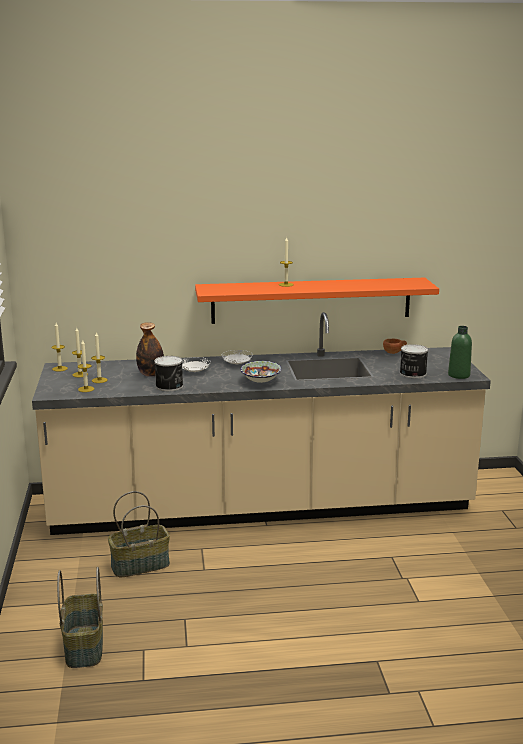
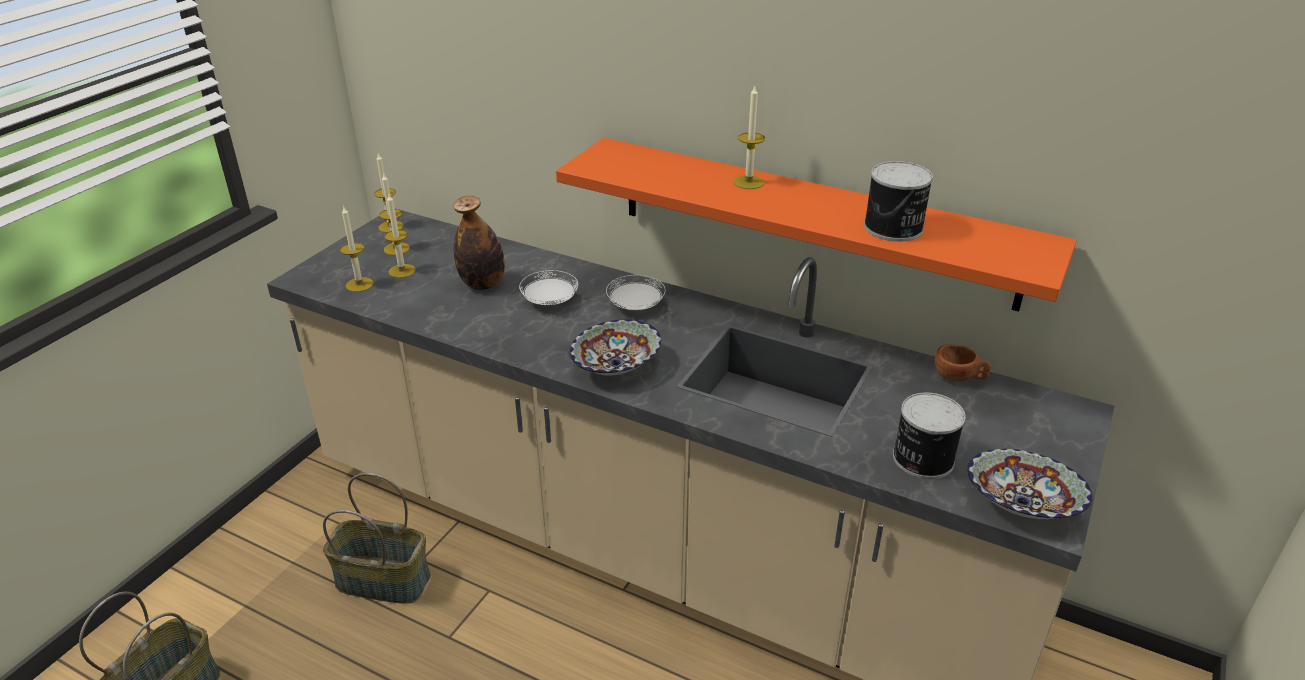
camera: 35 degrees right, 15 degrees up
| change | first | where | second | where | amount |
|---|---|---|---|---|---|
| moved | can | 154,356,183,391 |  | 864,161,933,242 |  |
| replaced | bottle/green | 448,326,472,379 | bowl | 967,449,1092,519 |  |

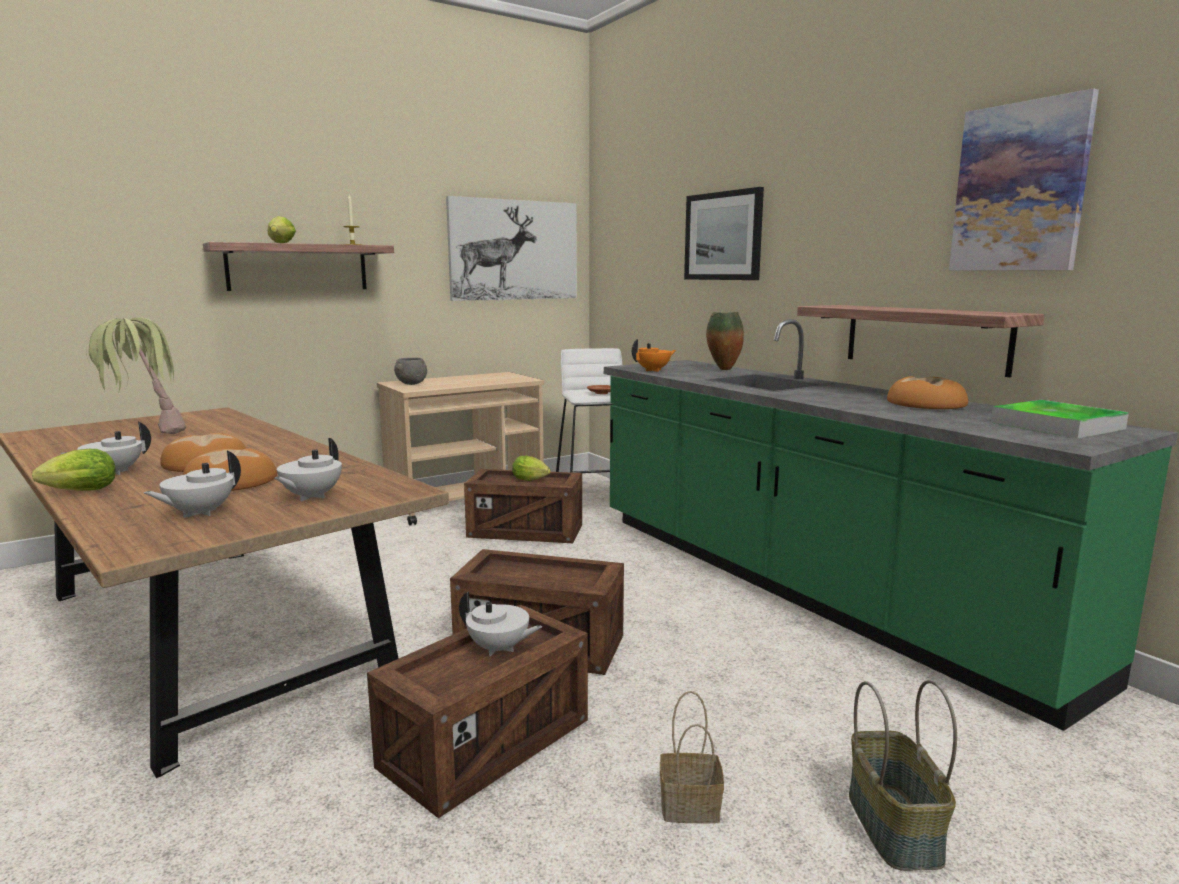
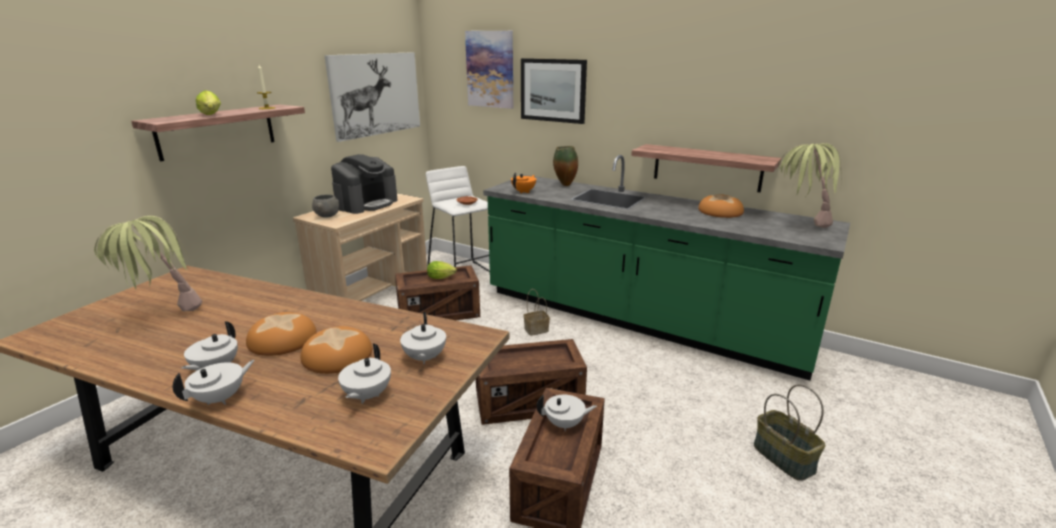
camera: 25 degrees left, 10 degrees up
| change | first | where | second | where | amount |
|---|---|---|---|---|---|
| replaced | lettuce | 32,449,116,491 | teapot/white | 173,360,255,405 |  |
| added |  |  | coffee machine | 331,154,398,214 |  |
| moved | picture | 949,88,1099,271 |  | 465,31,513,109 |  |
| moved | basket | 660,691,724,824 |  | 524,289,550,336 |  |
| replaced | tray | 991,400,1129,439 | potted plant | 779,143,842,228 |  |

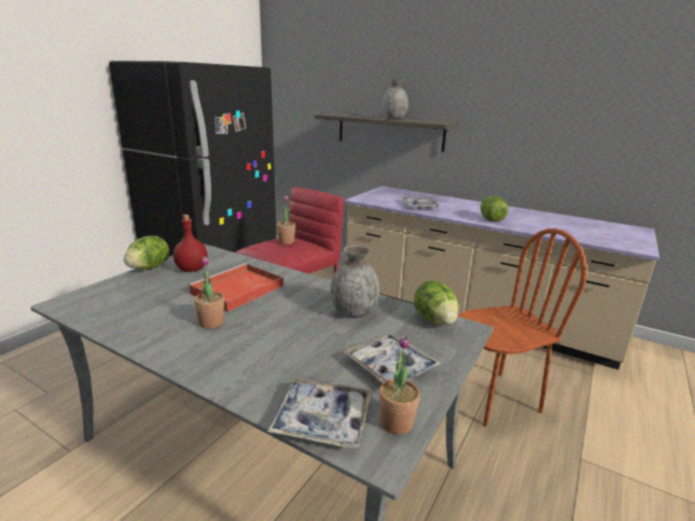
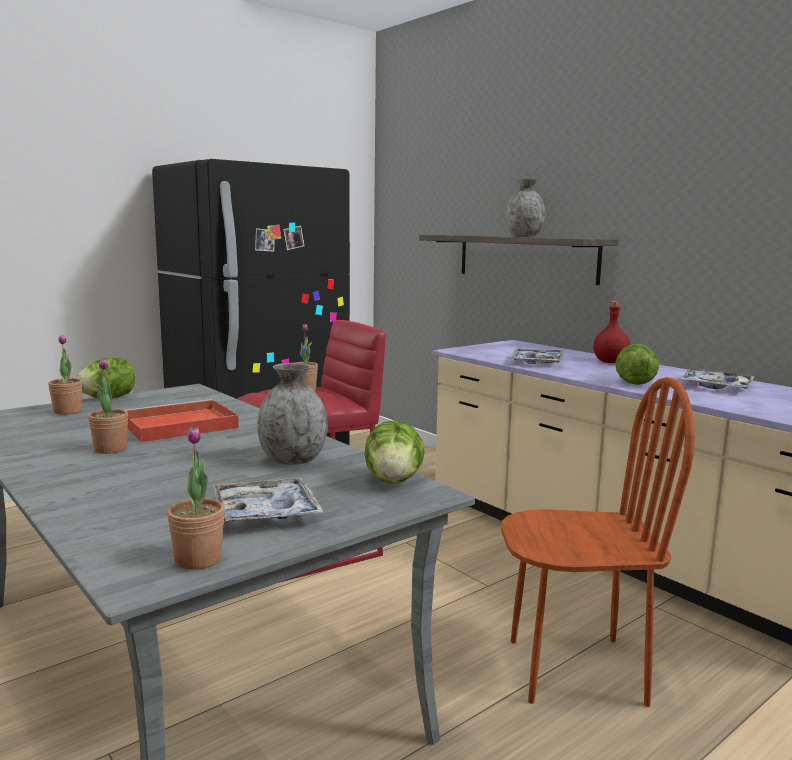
camera: 20 degrees right, 10 degrees down
| change | first | where | second | where | amount |
|---|---|---|---|---|---|
| added |  |  | potted plant | 48,335,82,415 |  |
| moved | bottle/red | 173,215,208,272 |  | 593,301,630,363 |  |
| moved | tray | 267,378,372,449 |  | 680,369,755,389 |  |

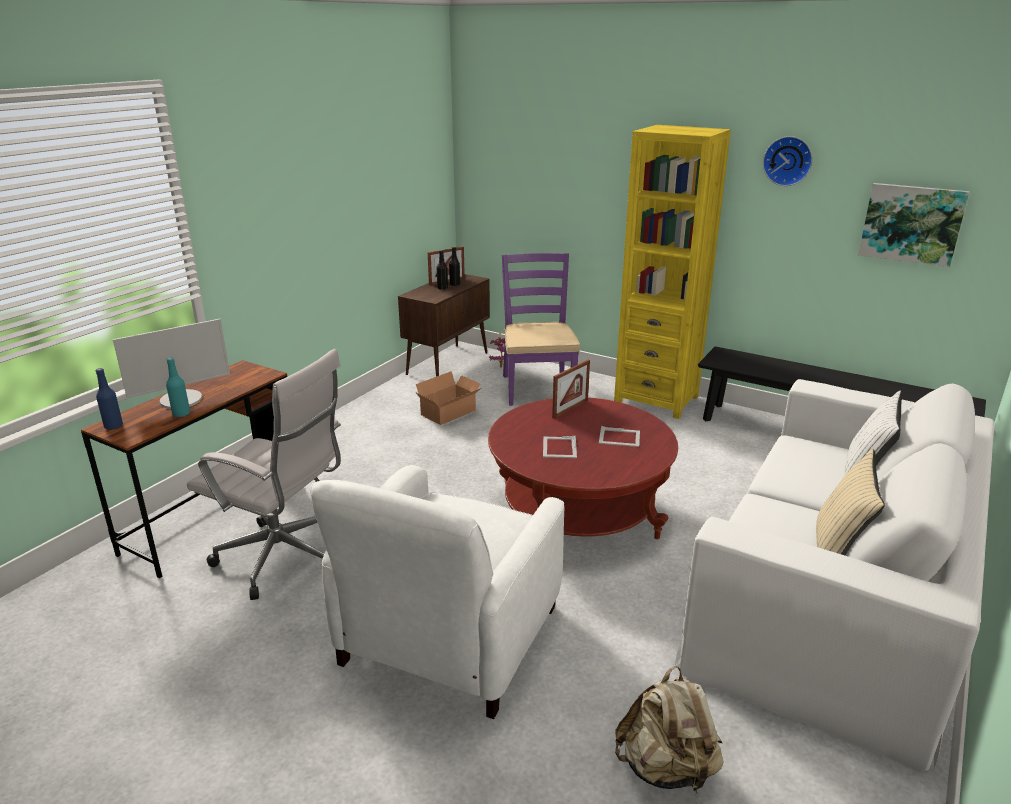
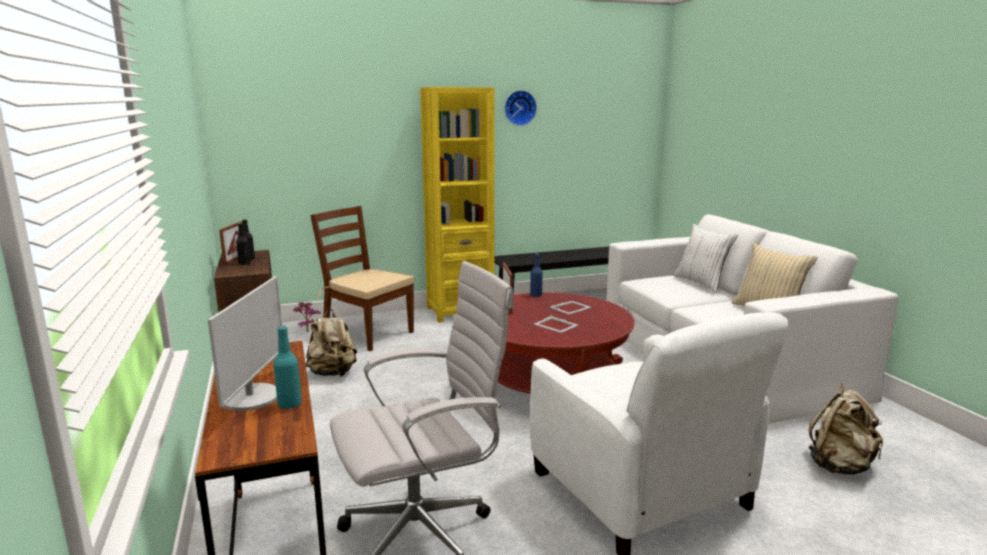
camera: 50 degrees left, 10 degrees down
| change | first | where | second | where | amount |
|---|---|---|---|---|---|
| replaced | cardboard box | 415,371,481,425 | backpack/beige | 305,309,357,377 |  |
| recoloured | chair/purple | 497,253,580,406 | chair/brown | 310,206,415,351 |  |
| moved | bottle/blue | 96,368,123,430 |  | 530,253,543,297 |  |
| removed | picture | 858,183,970,267 |  |  |  |

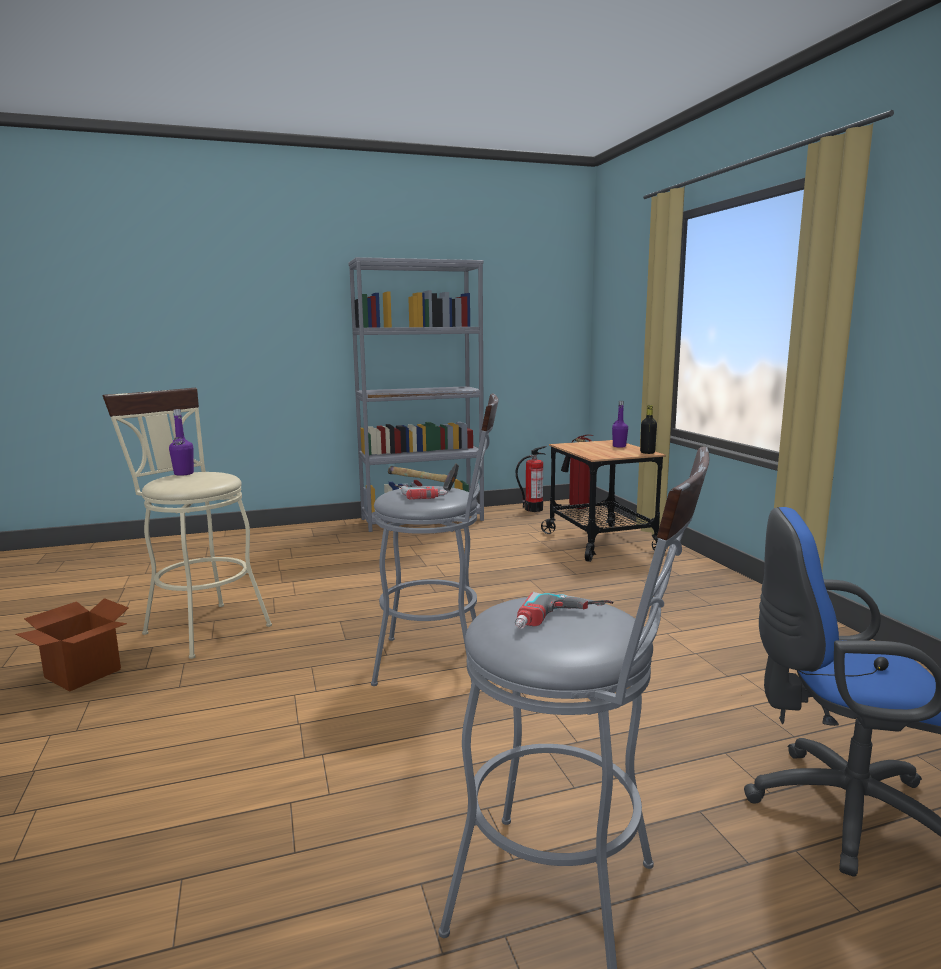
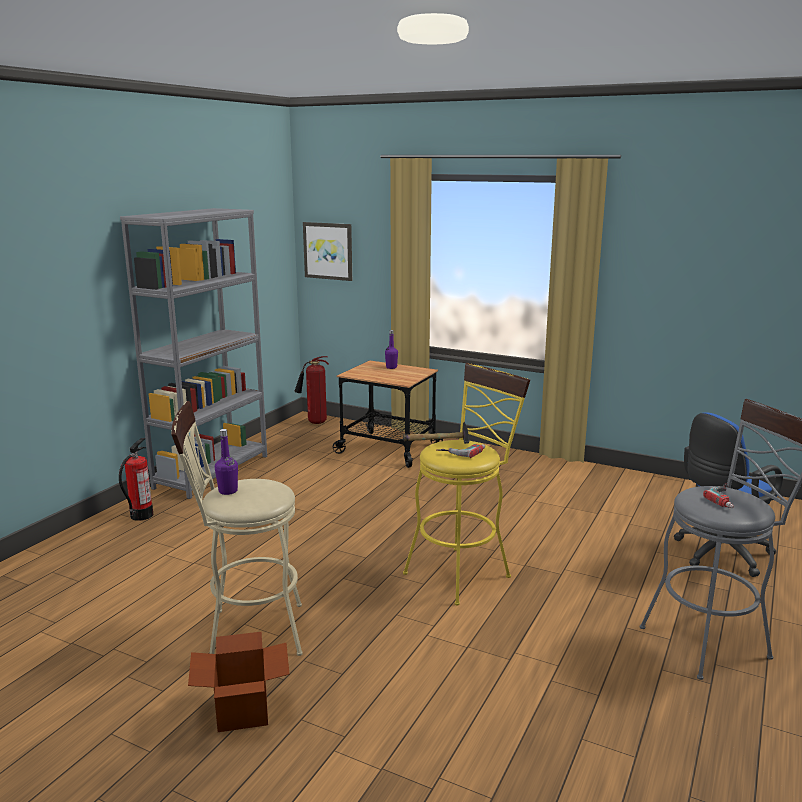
camera: 45 degrees left, 5 degrees up
| change | first | where | second | where | amount |
|---|---|---|---|---|---|
| moved | fire extinguisher | 515,446,546,512 |  | 119,438,153,521 |  |
| added |  |  | picture | 303,222,352,281 |  |
| recoloured | stool/grey | 371,393,499,686 | stool/yellow | 403,363,530,605 |  |
| removed | bottle/black | 640,405,657,454 |  |  |  |

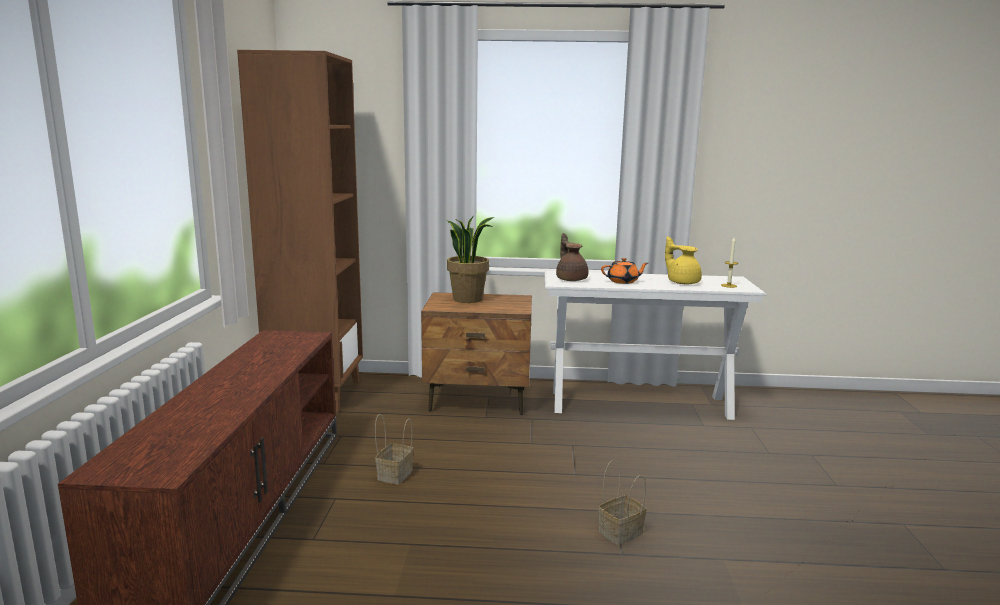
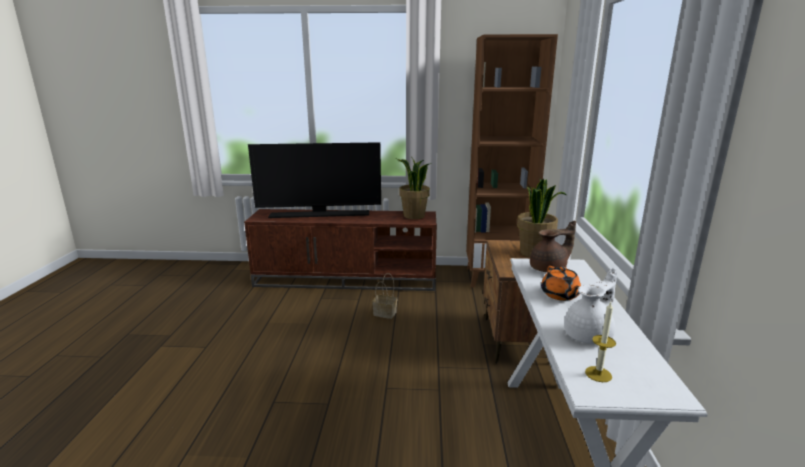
camera: 90 degrees right, 5 degrees up
| change | first | where | second | where | amount |
|---|---|---|---|---|---|
| added |  |  | television | 248,142,381,218 |  |
| added |  |  | potted plant | 397,157,430,219 |  |
| recoloured | teapot/yellow | 665,236,702,284 | teapot/white | 564,268,617,344 |  |
| removed | basket | 598,460,646,545 |  |  |  |

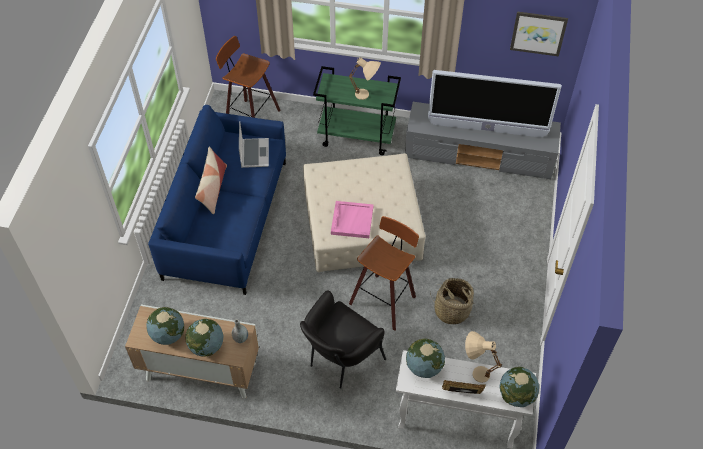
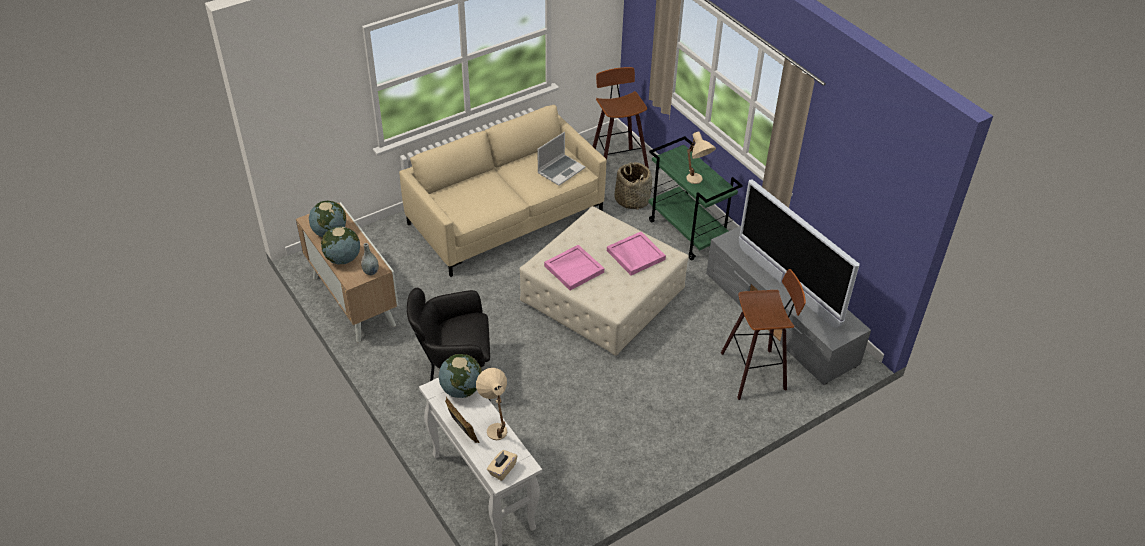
camera: 45 degrees right, 10 degrees down
| change | first | where | second | where | amount |
|---|---|---|---|---|---|
| recoloured | sofa/blue | 148,105,286,295 | sofa/beige | 399,105,606,277 |  |
| replaced | globe | 499,367,539,407 | tissue box/beige | 487,450,517,481 |  |
| added |  |  | tray/pink | 607,232,666,276 |  |
| moved | basket | 430,278,474,324 |  | 614,162,652,210 |  |
| moved | stool | 349,216,419,331 |  | 721,269,806,400 |  |
| removed | pillow | 195,147,227,214 |  |  |  |
| removed | picture | 510,11,568,56 |  |  |  |

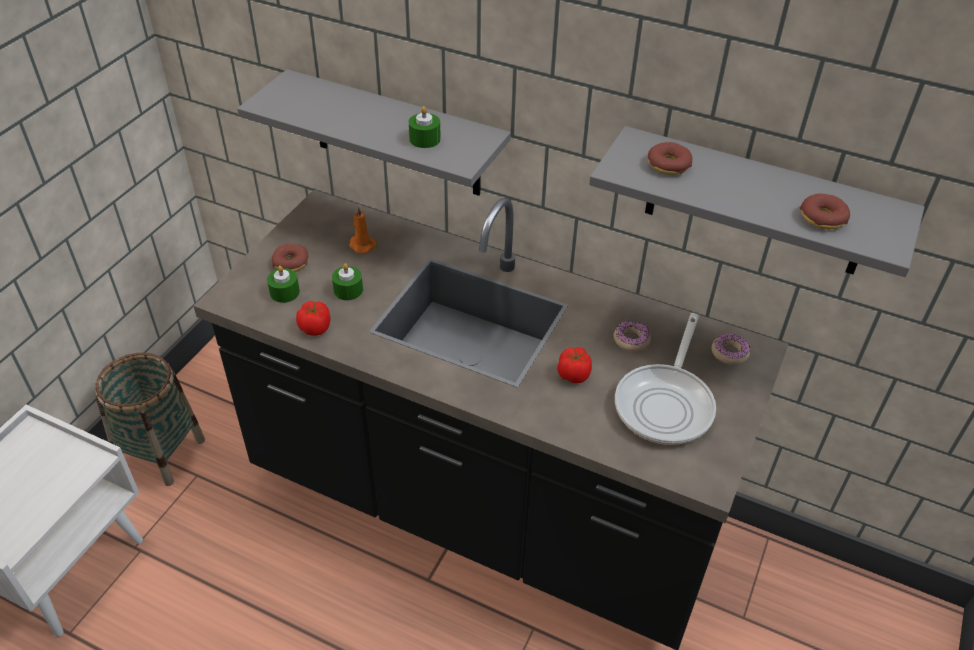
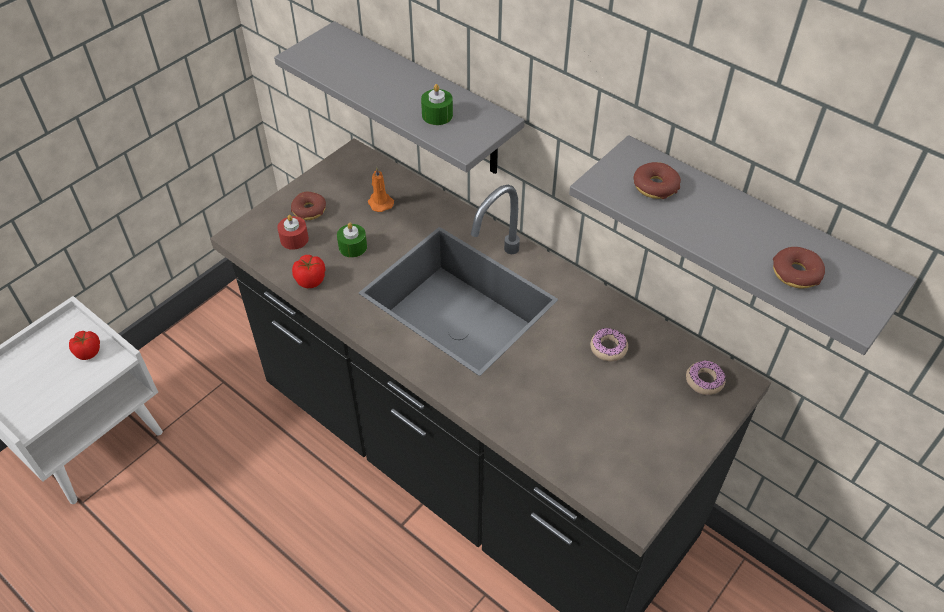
camera: 15 degrees right, 5 degrees up
| change | first | where | second | where | amount |
|---|---|---|---|---|---|
| moved | tomato | 557,347,592,384 |  | 69,331,100,360 |  |
| recoloured | candle/green | 267,266,300,303 | candle/red | 277,215,309,250 |  |
| removed | basket | 95,353,205,486 |  |  |  |
| removed | frying pan | 615,313,716,445 |  |  |  |

